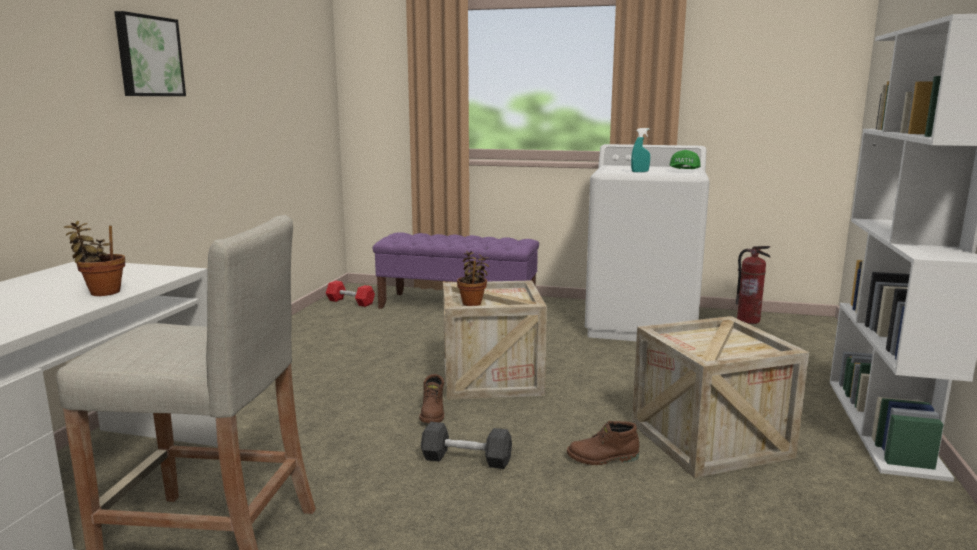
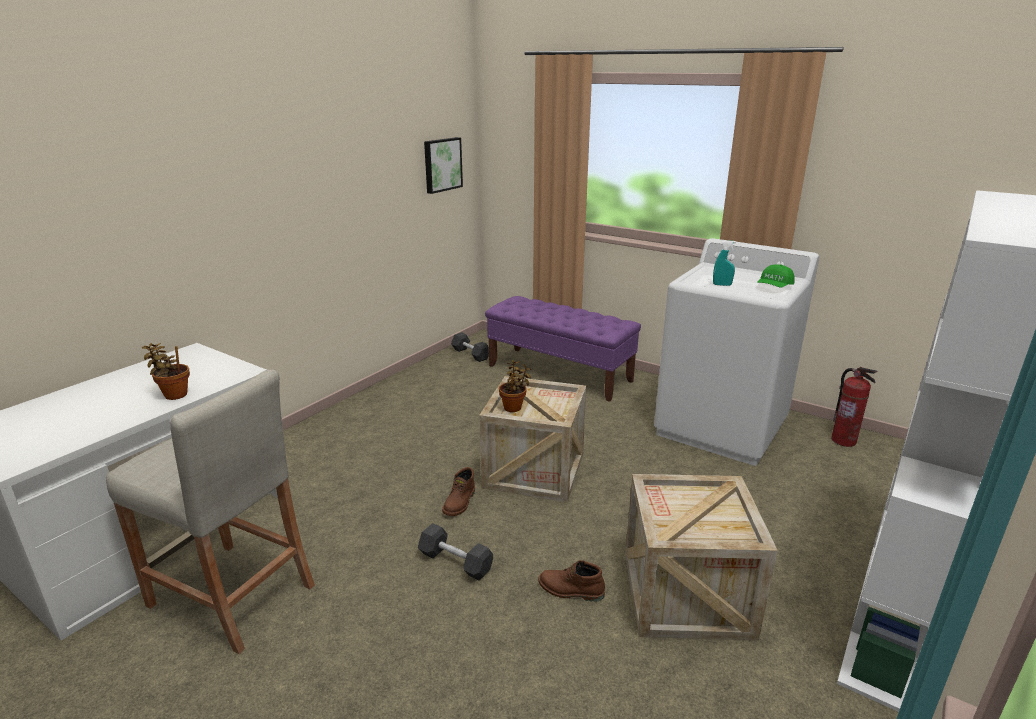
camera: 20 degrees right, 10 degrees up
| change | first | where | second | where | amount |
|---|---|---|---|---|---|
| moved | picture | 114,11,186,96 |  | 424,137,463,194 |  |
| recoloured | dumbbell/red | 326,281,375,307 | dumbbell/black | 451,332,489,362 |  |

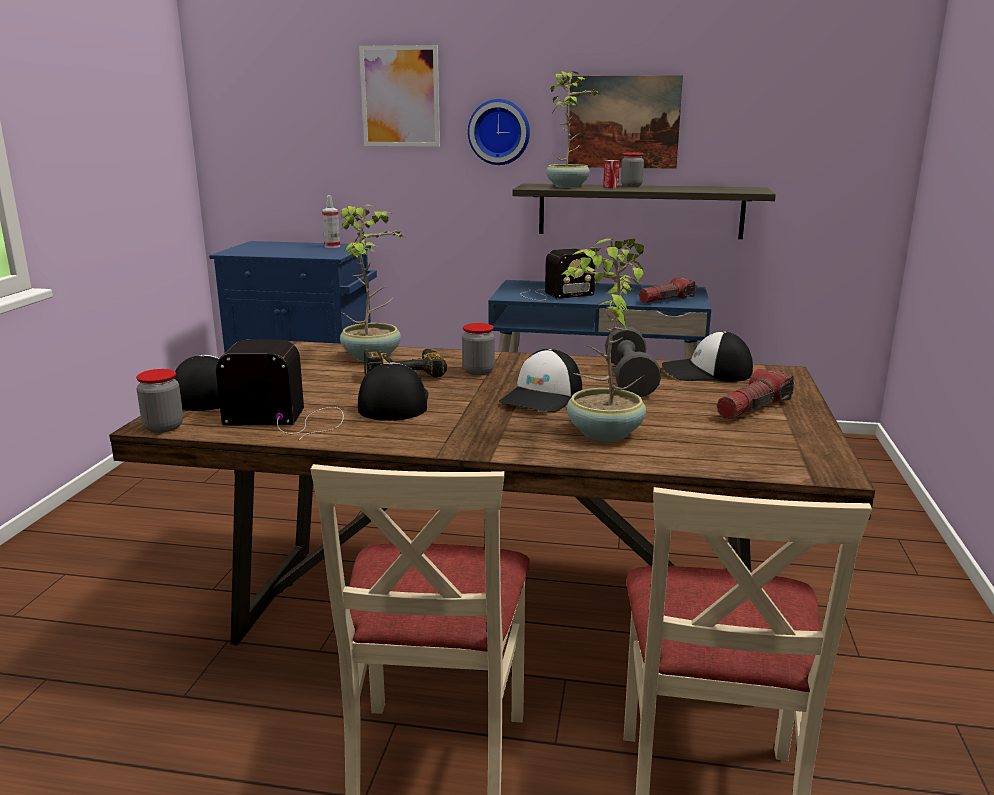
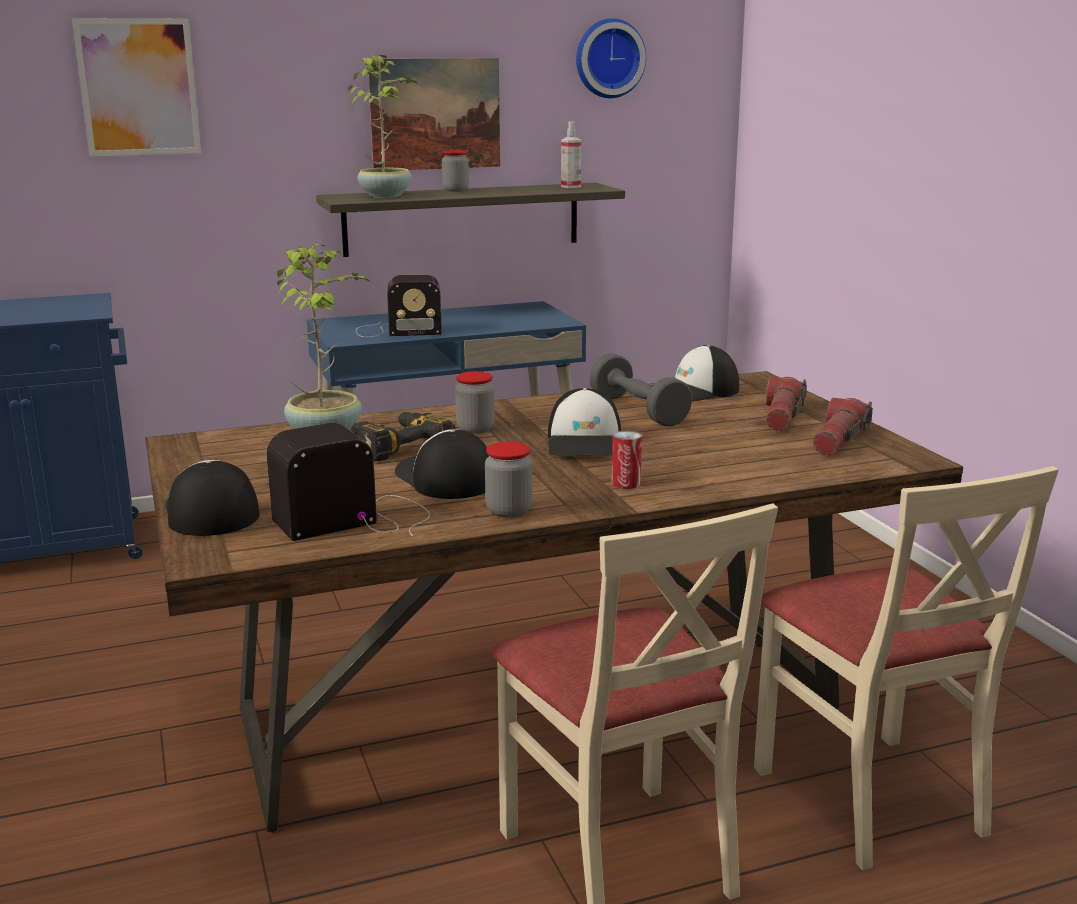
camera: 30 degrees left, 0 degrees up
| change | first | where | second | where | amount |
|---|---|---|---|---|---|
| turned | radio | 520,248,595,301 |  | 356,275,442,337 | 45 degrees clockwise |
| moved | jar | 136,369,183,433 |  | 485,441,532,518 |  |
| moved | spray bottle | 322,196,340,248 |  | 561,122,581,188 |  |
| moved | wall clock | 468,99,530,165 |  | 576,18,646,98 |  |
| moved | can | 603,160,619,188 |  | 612,431,642,489 |  |
| moved | flashlight | 639,278,697,303 |  | 813,398,873,455 |  |
| removed | potted plant | 561,239,646,441 |  |  |  |

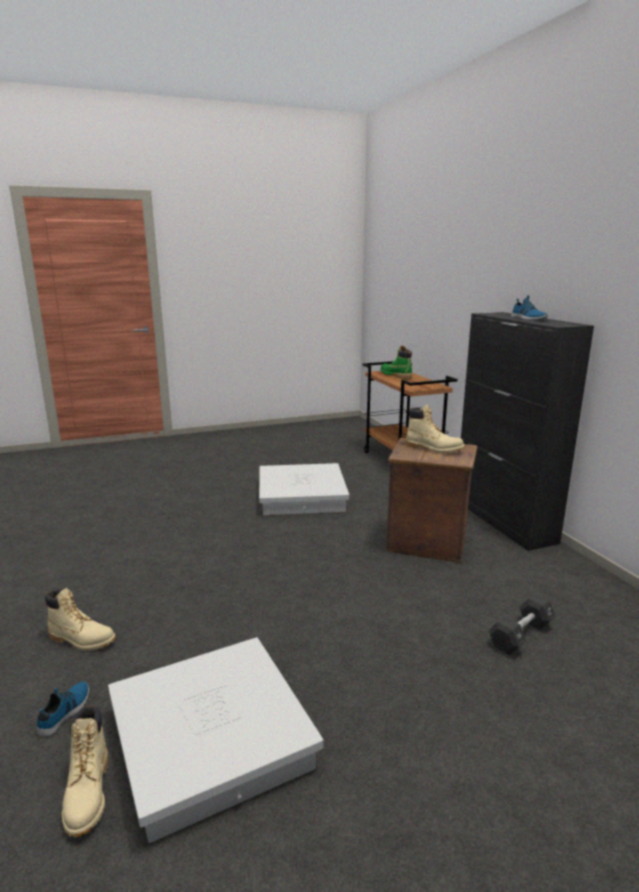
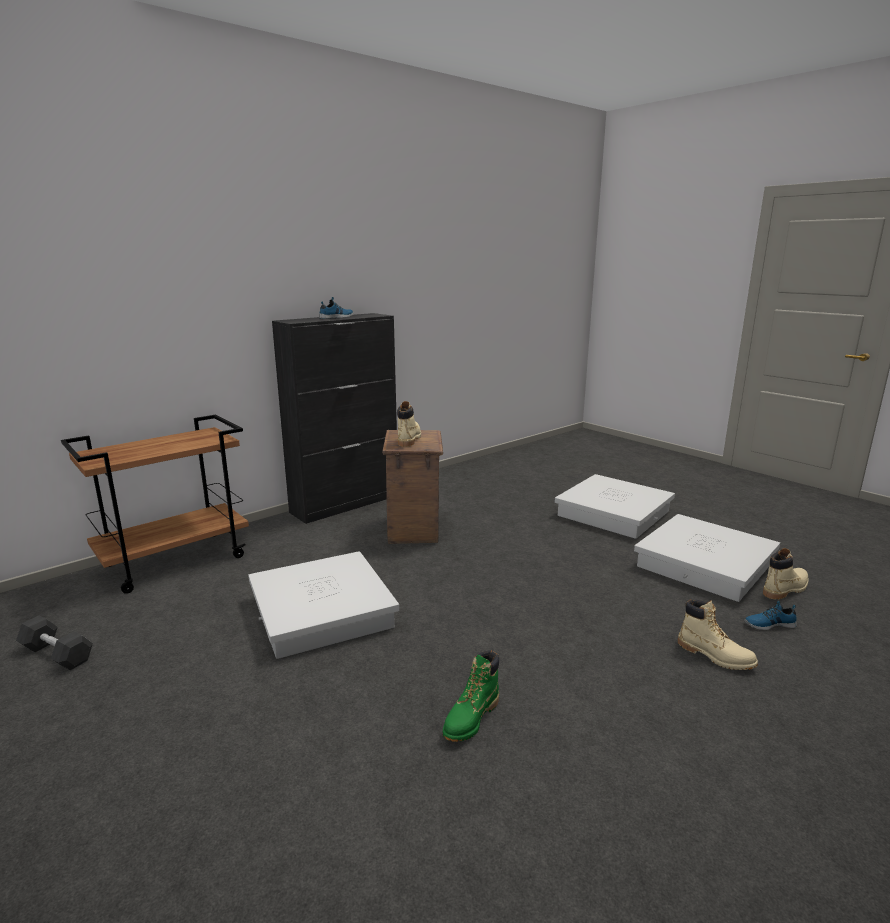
camera: 110 degrees left, 0 degrees up
| change | first | where | second | where | amount |
|---|---|---|---|---|---|
| moved | dumbbell/black | 489,594,556,655 |  | 16,615,93,670 |  |
| moved | boot/green | 380,346,412,379 |  | 443,650,499,742 |  |
| added |  |  | storage box/white | 555,474,675,539 |  |
| turned | boot/beige | 45,588,116,651 |  | 678,599,758,670 | 135 degrees clockwise |

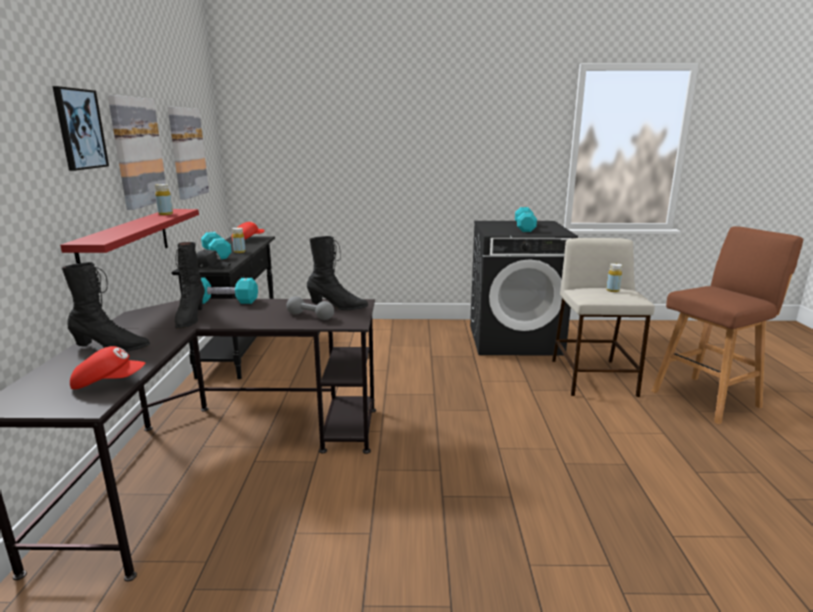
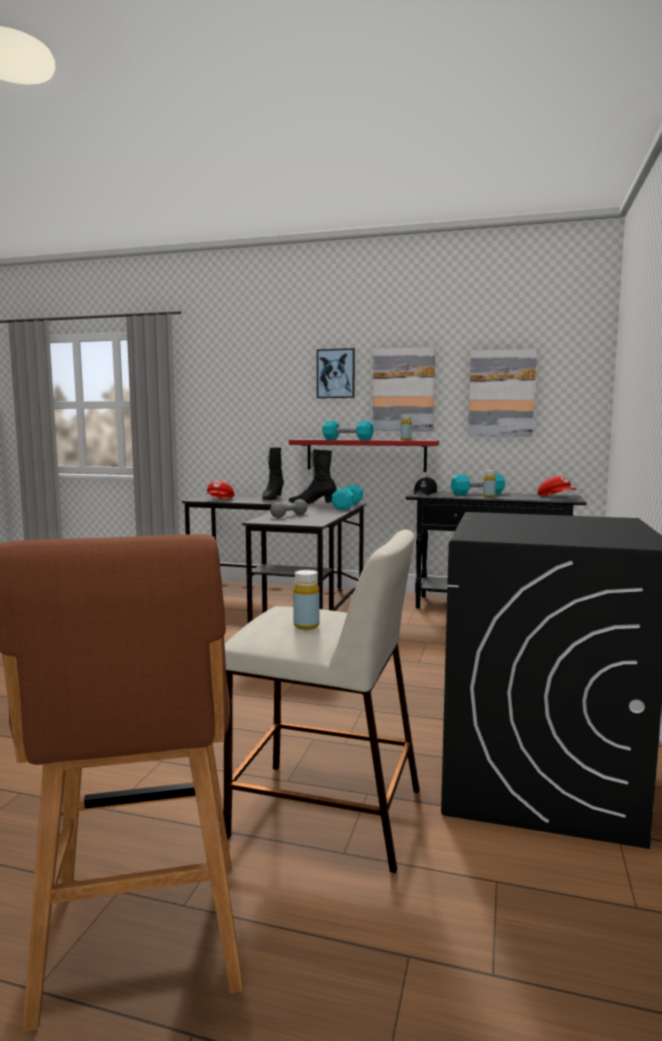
camera: 105 degrees right, 10 degrees down
| change | first | where | second | where | amount |
|---|---|---|---|---|---|
| moved | dumbbell/turquoise | 515,207,537,232 |  | 323,421,374,440 |  |
| removed | boot/black | 307,236,368,310 |  |  |  |

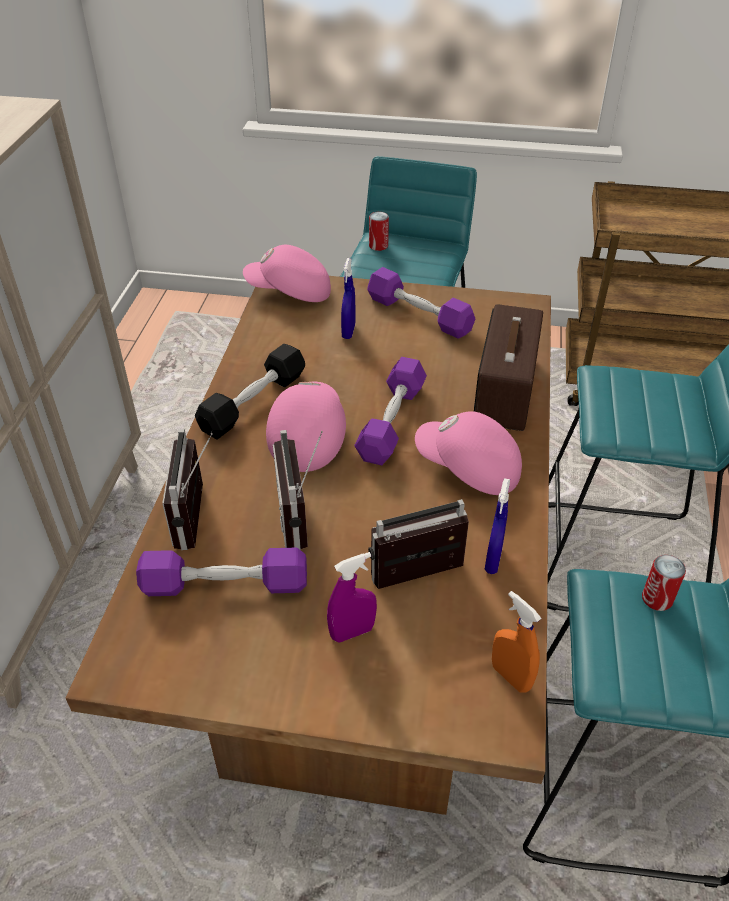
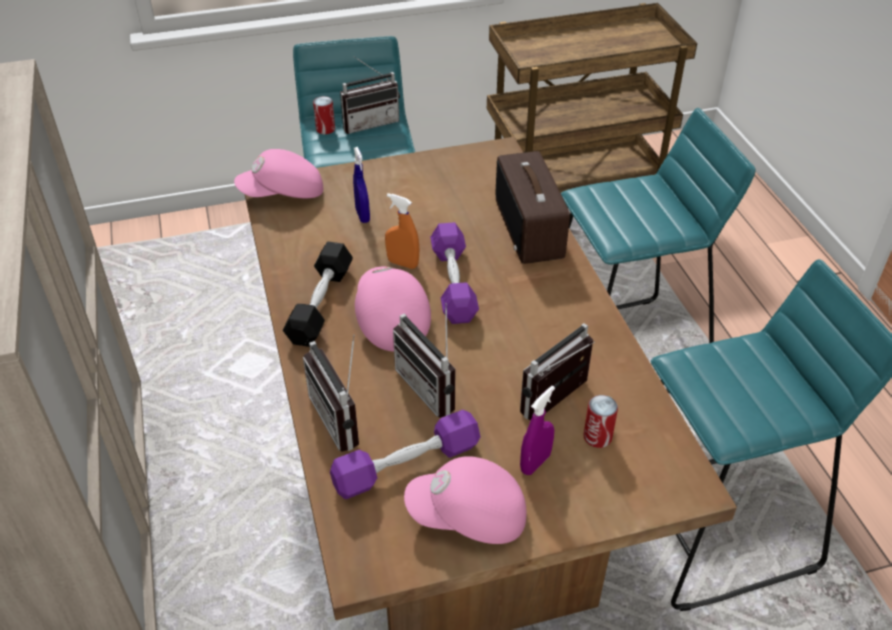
camera: 25 degrees left, 0 degrees up
| change | first | where | second | where | amount |
|---|---|---|---|---|---|
| added |  |  | radio | 340,56,400,134 |  |
| moved | spray bottle/orange | 492,591,541,693 |  | 385,193,419,269 |  |
| moved | cap/pink | 415,411,522,495 |  | 404,456,526,544 |  |
| moved | can | 642,555,686,611 |  | 584,395,618,448 |  |
| removed | dumbbell/purple | 367,267,475,338 |  |  |  |
| removed | spray bottle/blue | 484,478,510,574 |  |  |  |

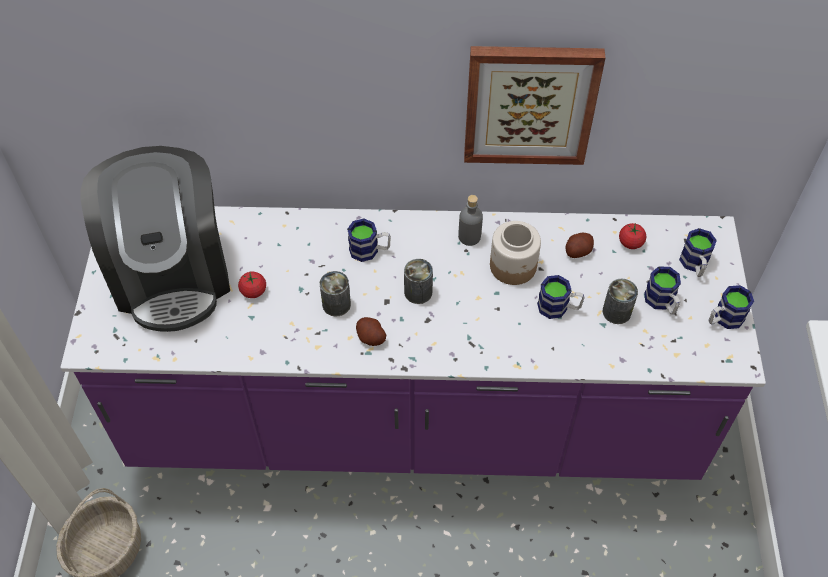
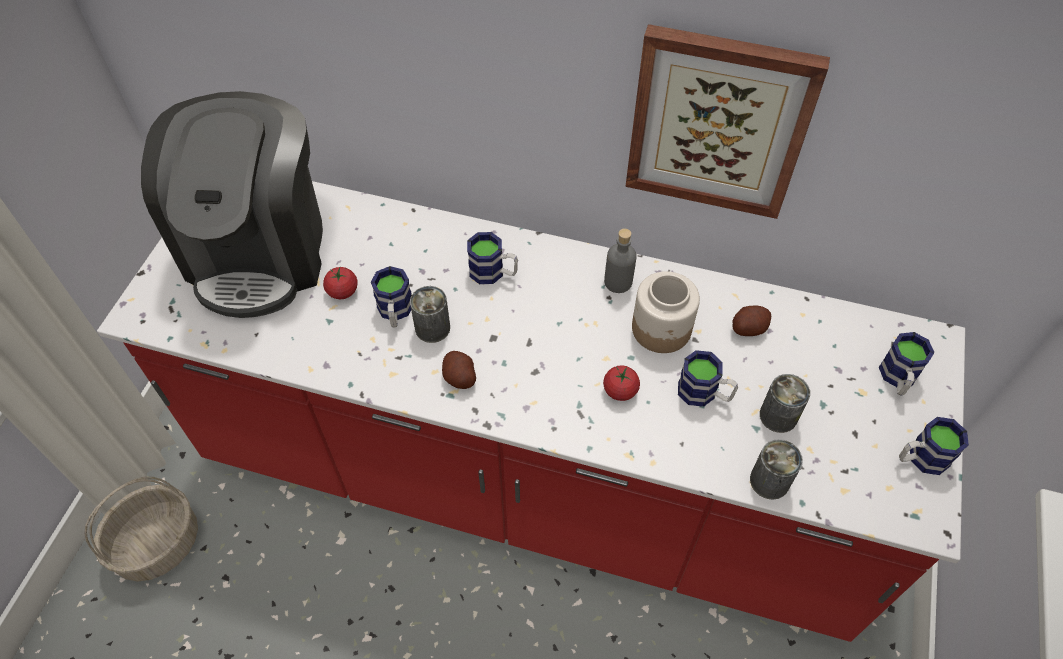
camera: 15 degrees right, 0 degrees up
| change | first | where | second | where | amount |
|---|---|---|---|---|---|
| recoloured | counter/purple | 60,206,766,480 | counter/red | 97,181,965,642 |  |
| moved | mug | 644,266,681,315 |  | 371,266,412,328 |  |
| moved | tomato | 619,223,646,249 |  | 603,365,640,401 |  |
| moved | can | 404,259,433,304 |  | 750,439,803,500 |  |

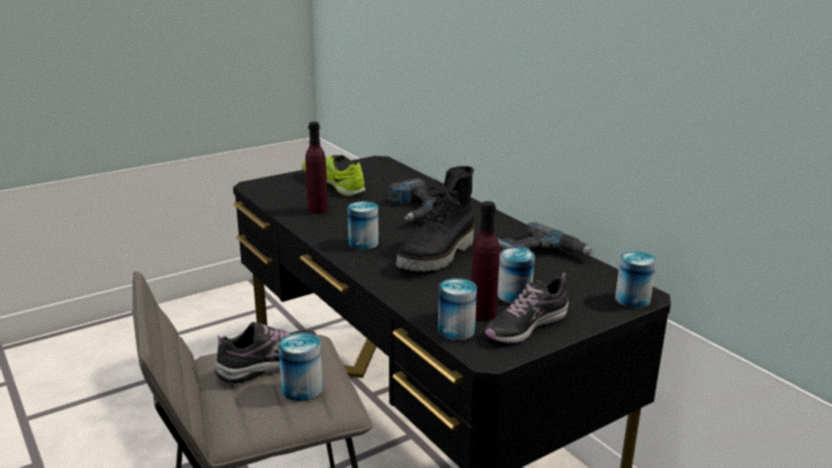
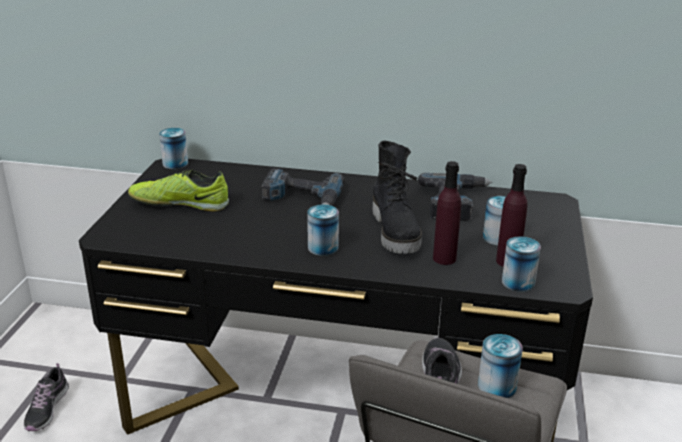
camera: 45 degrees left, 5 degrees up
| change | first | where | second | where | amount |
|---|---|---|---|---|---|
| moved | shoe | 485,273,569,343 |  | 24,363,69,431 |  |
| moved | can | 615,251,657,308 |  | 159,128,188,169 |  |
| moved | bottle/purple | 305,122,328,214 |  | 433,161,461,265 |  |

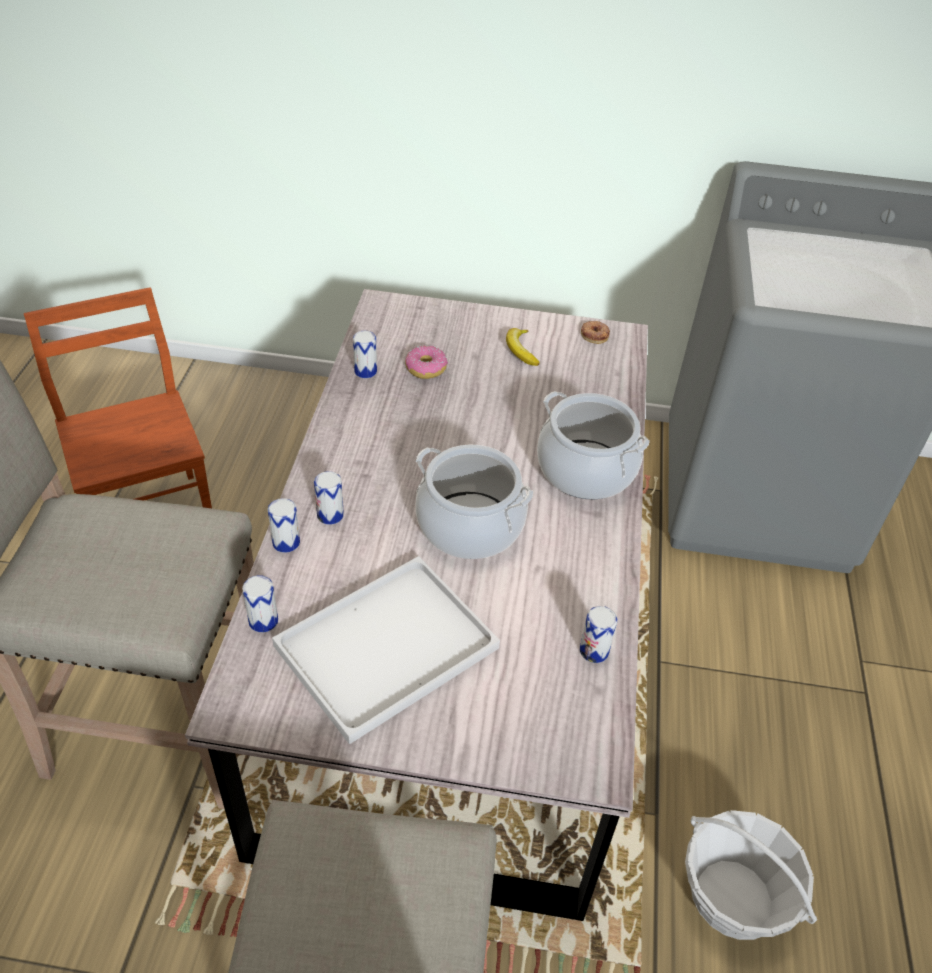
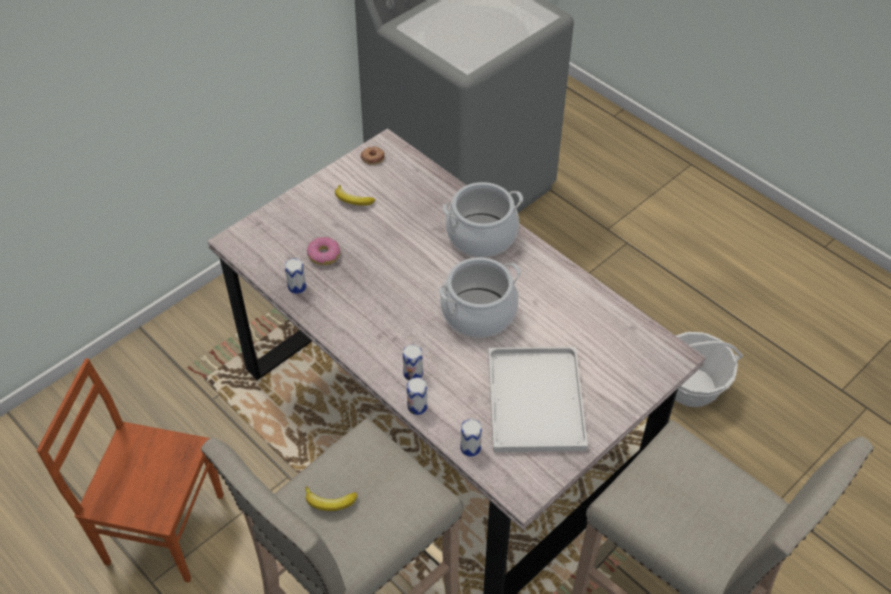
camera: 50 degrees left, 5 degrees up
| change | first | where | second | where | amount |
|---|---|---|---|---|---|
| added |  |  | banana | 305,486,357,511 |  |
| removed | can | 580,606,617,663 |  |  |  |

